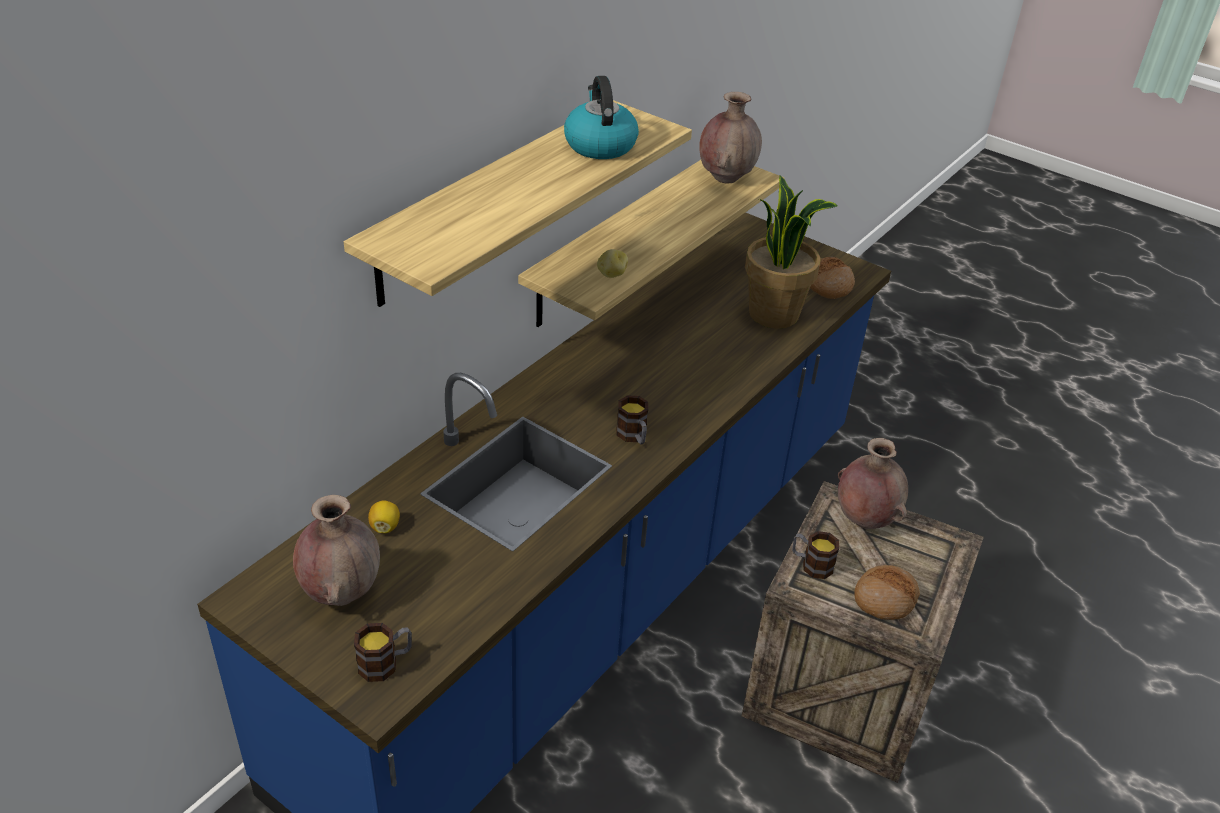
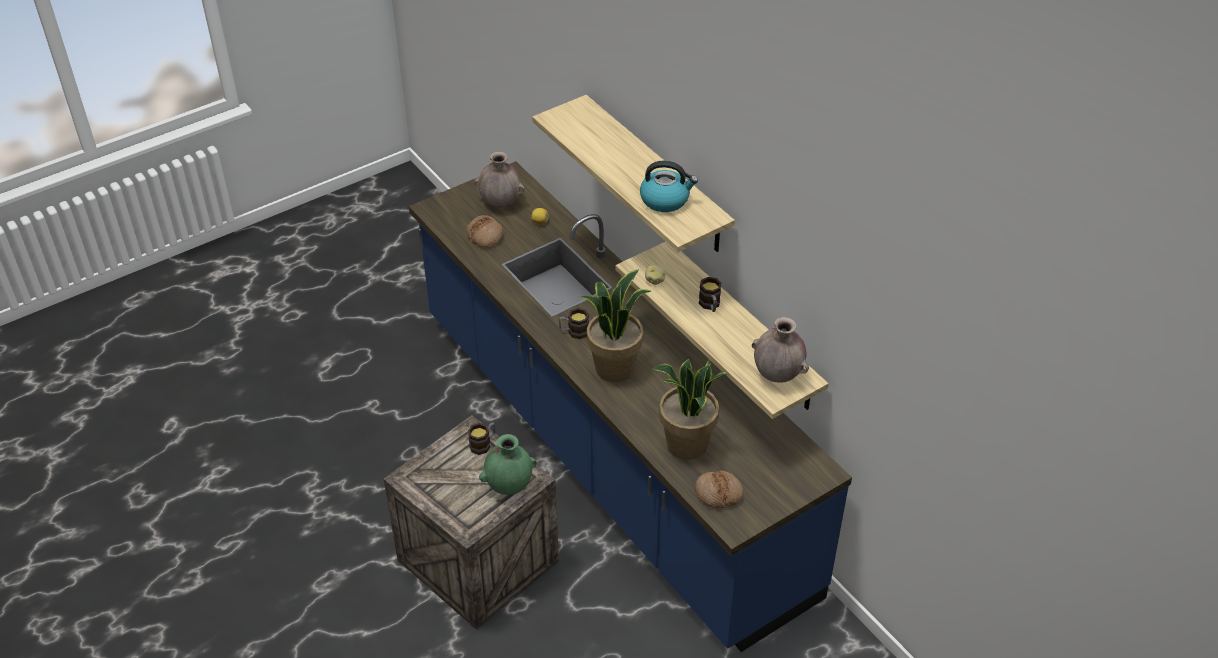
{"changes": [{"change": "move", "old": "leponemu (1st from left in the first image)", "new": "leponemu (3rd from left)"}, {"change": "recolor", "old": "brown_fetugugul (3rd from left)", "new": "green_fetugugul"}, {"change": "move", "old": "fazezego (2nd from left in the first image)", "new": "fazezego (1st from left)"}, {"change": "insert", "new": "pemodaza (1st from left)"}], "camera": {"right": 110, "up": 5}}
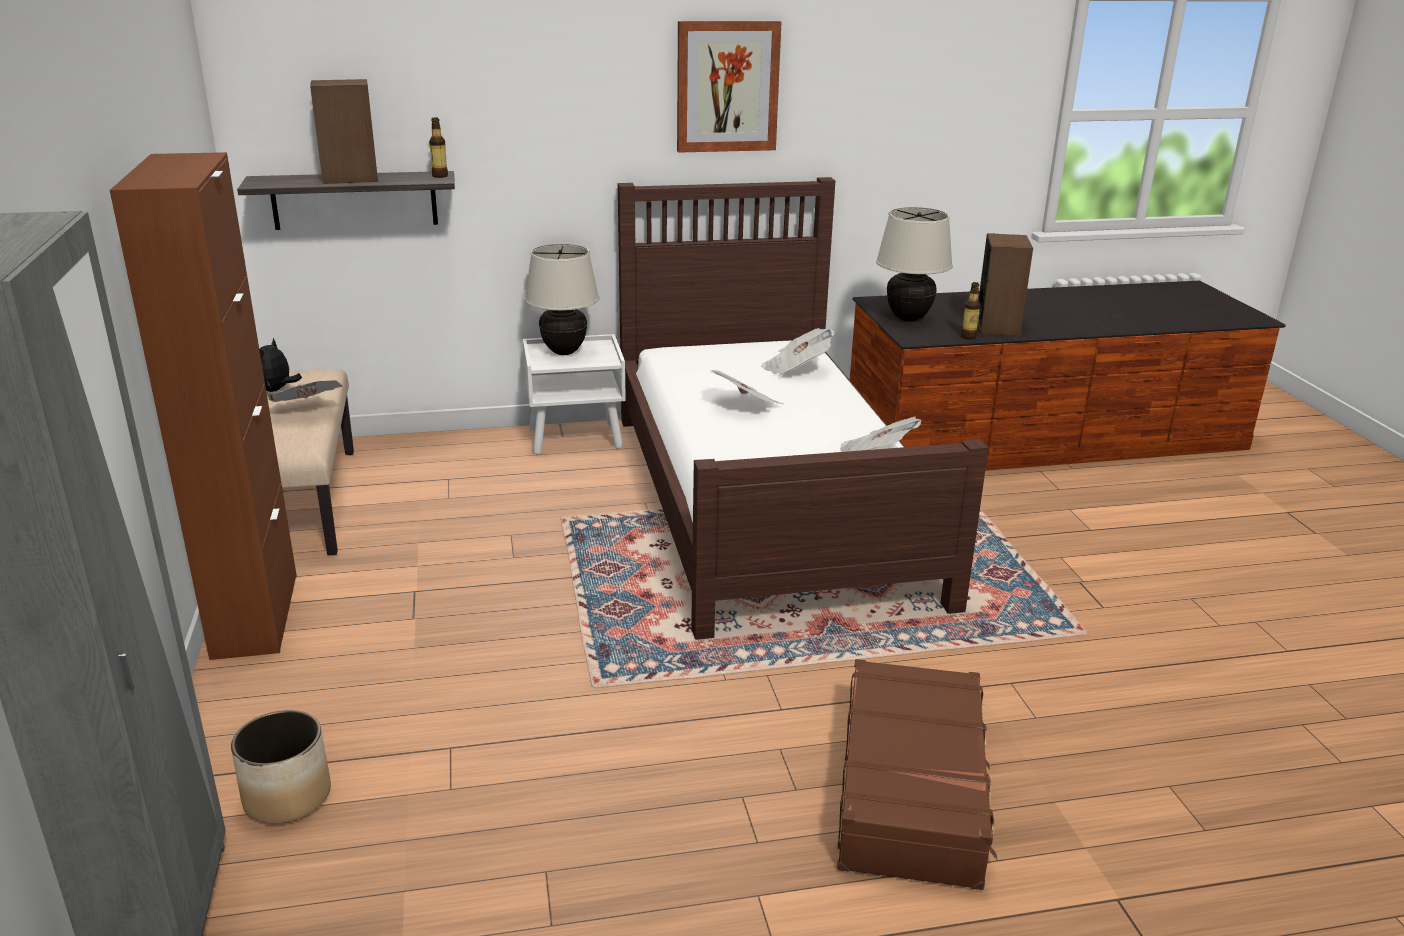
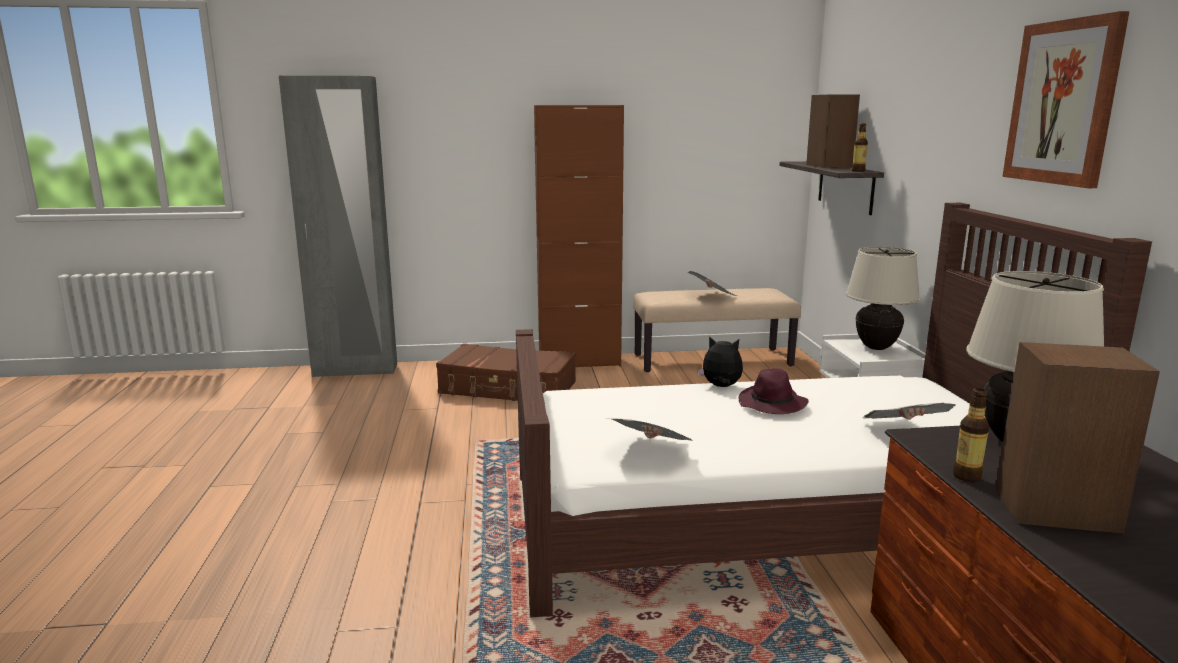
{"changes": [{"change": "delete", "old": "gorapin"}, {"change": "move", "old": "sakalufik"}, {"change": "replace", "old": "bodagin (2nd from left)", "new": "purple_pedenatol"}, {"change": "move", "old": "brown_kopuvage"}], "camera": {"right": 95, "up": -10}}
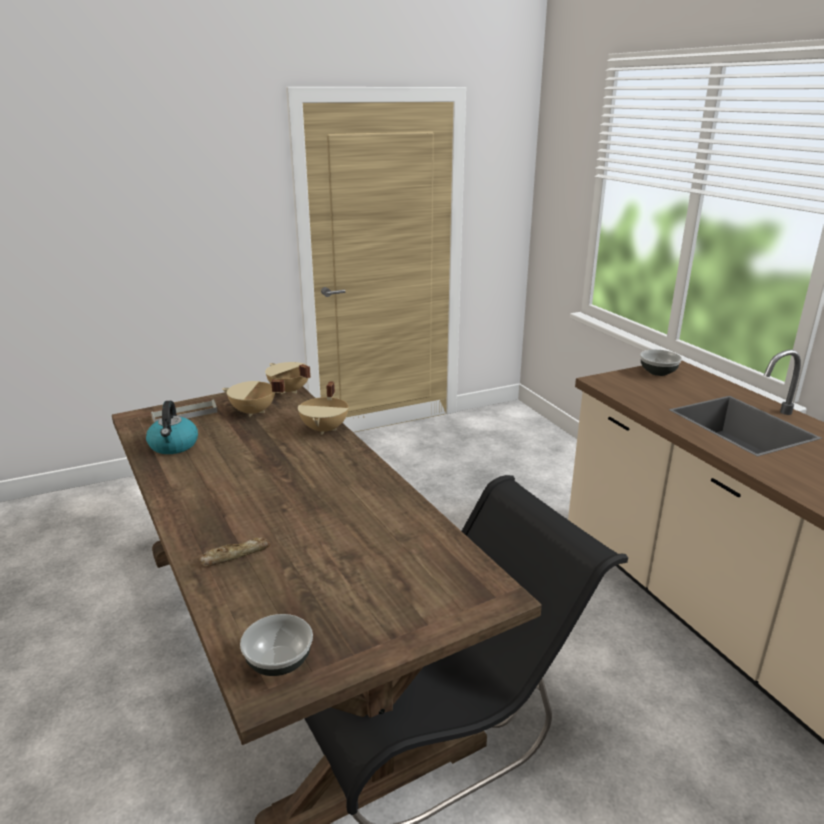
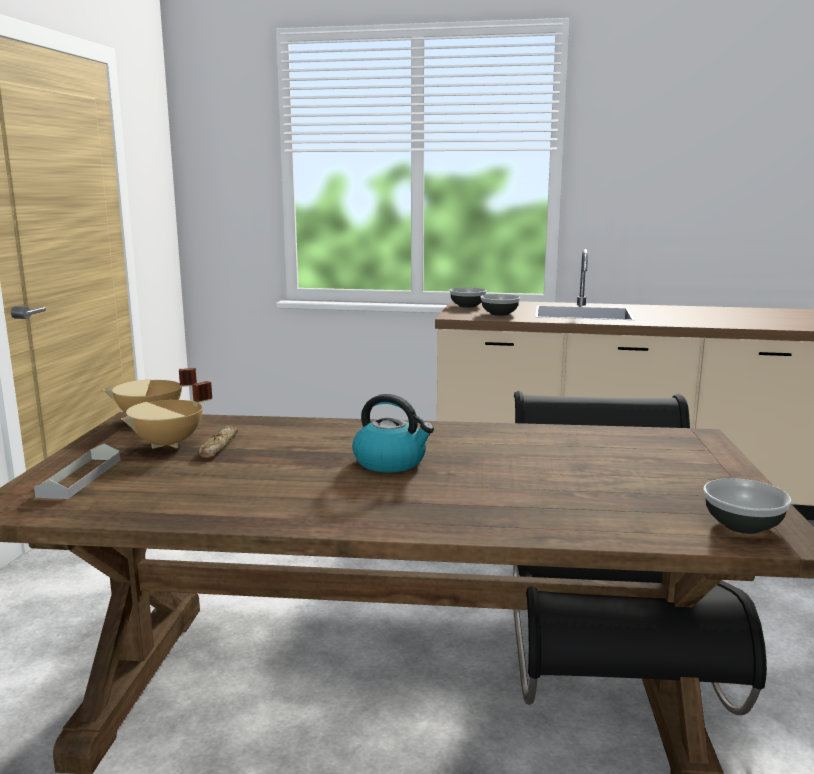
{"changes": [{"change": "move", "old": "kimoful"}, {"change": "move", "old": "fazezego"}, {"change": "delete", "old": "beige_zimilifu (3rd from left)"}, {"change": "insert", "new": "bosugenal (2nd from left)"}], "camera": {"right": -55, "up": -10}}
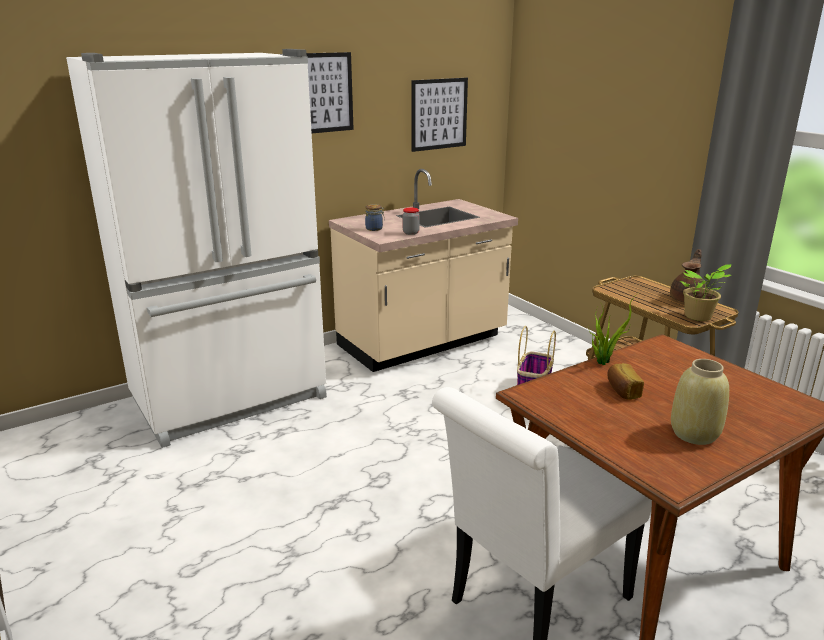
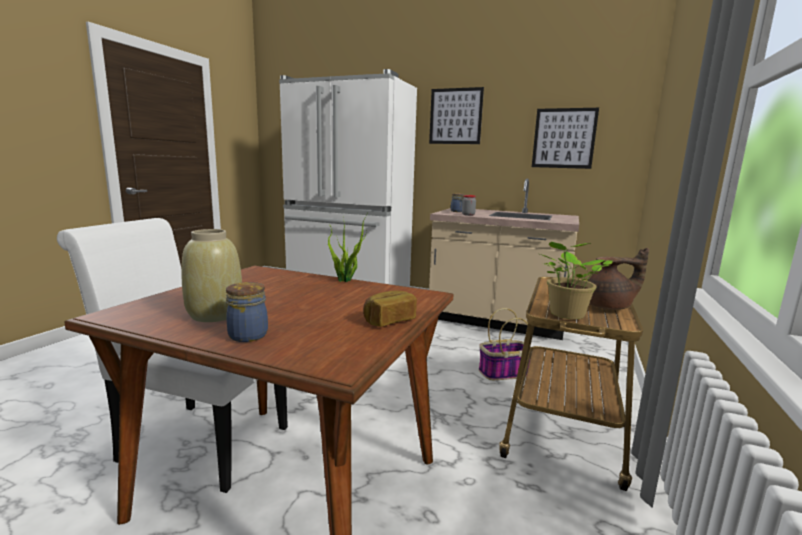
{"changes": [{"change": "move", "old": "fazezego"}, {"change": "insert", "new": "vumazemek (1st from left)"}], "camera": {"right": 55, "up": -10}}
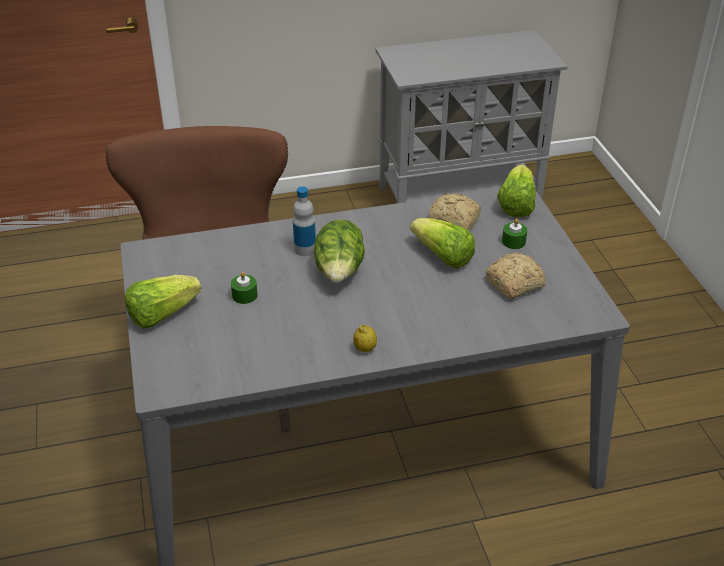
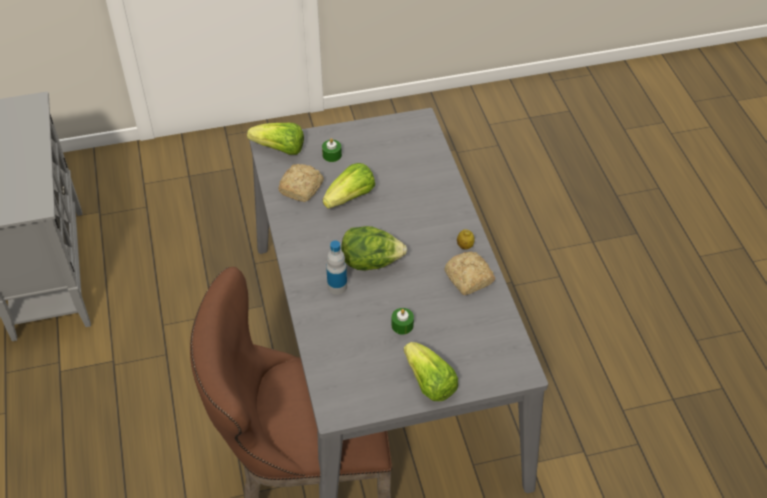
{"changes": [{"change": "move", "old": "fazezego (2nd from left)"}], "camera": {"right": -90, "up": 10}}
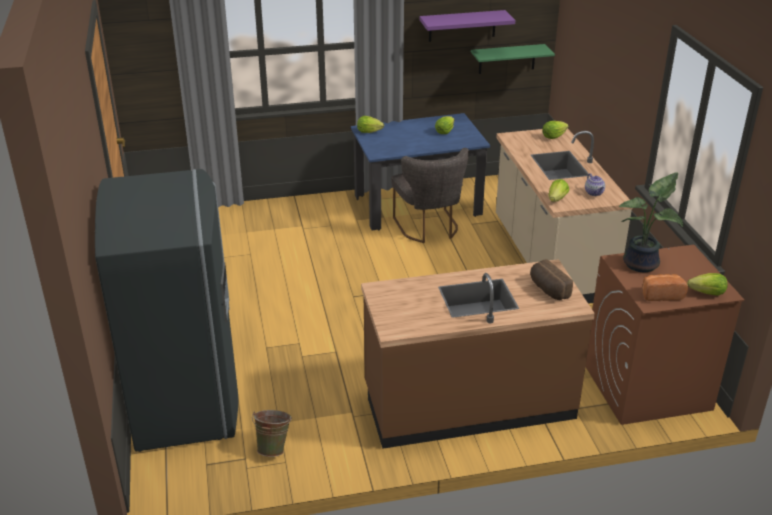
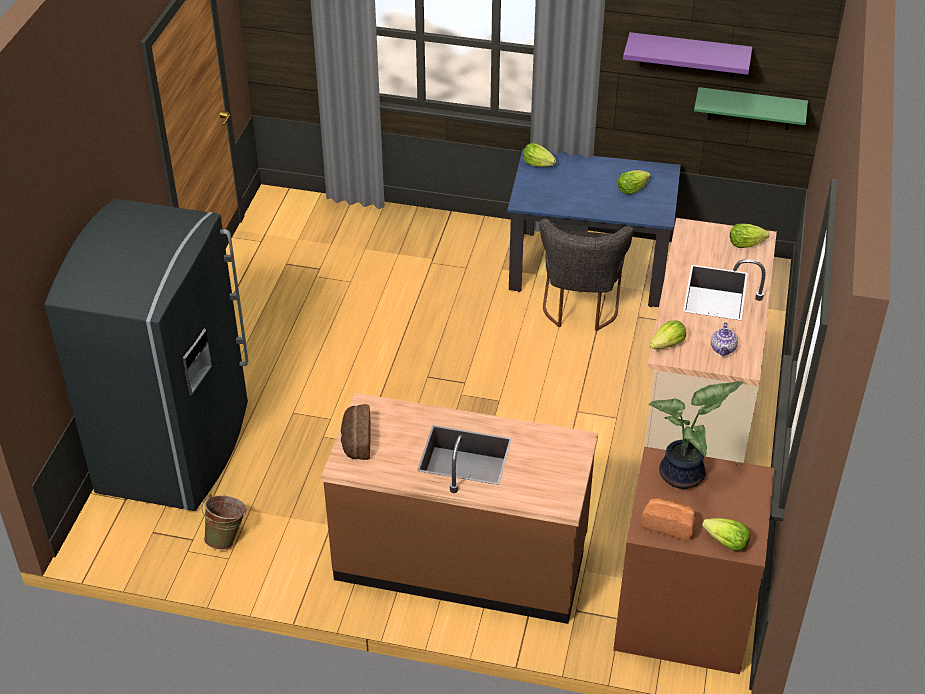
{"changes": [{"change": "move", "old": "fazezego (1st from left)"}], "camera": {"right": 25, "up": 10}}
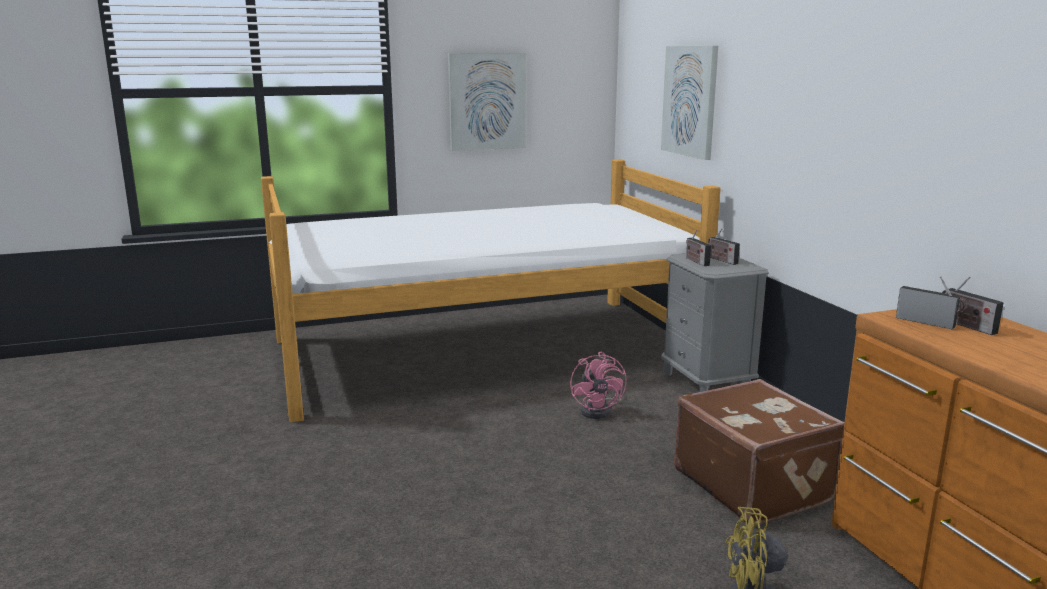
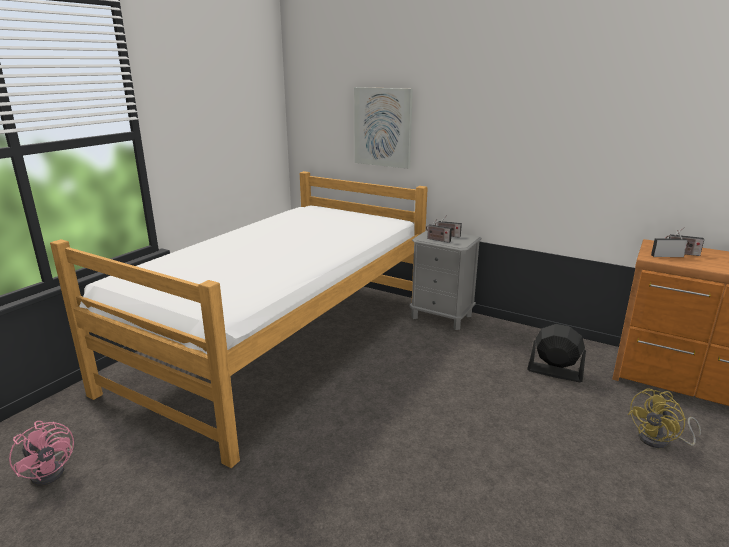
{"changes": [{"change": "delete", "old": "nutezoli (1st from left)"}, {"change": "move", "old": "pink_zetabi"}, {"change": "replace", "old": "brown_kopuvage", "new": "black_zetabi"}], "camera": {"right": -40, "up": 5}}
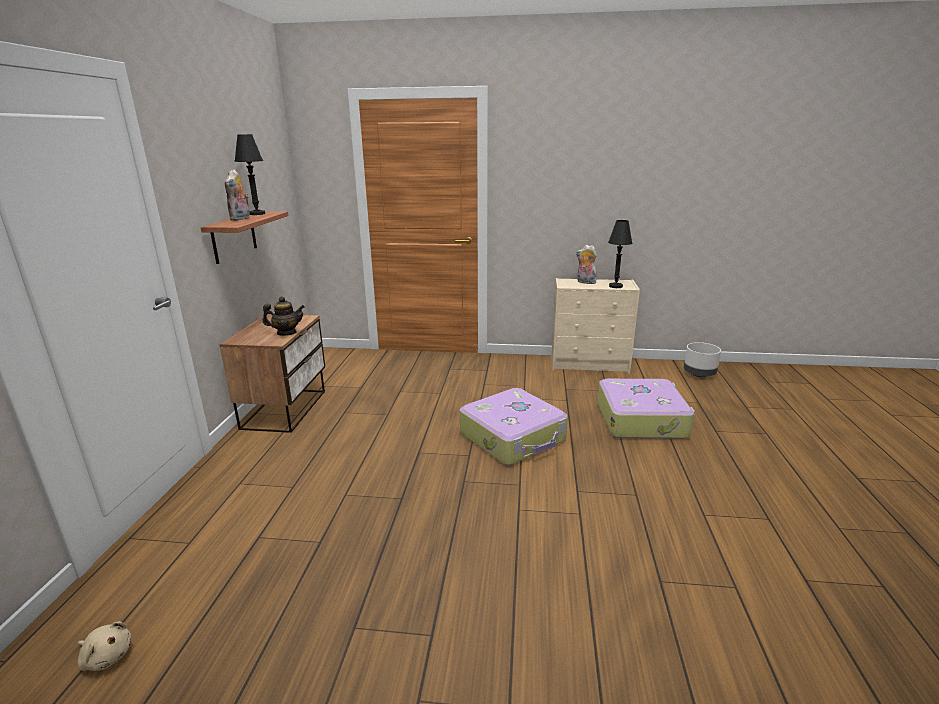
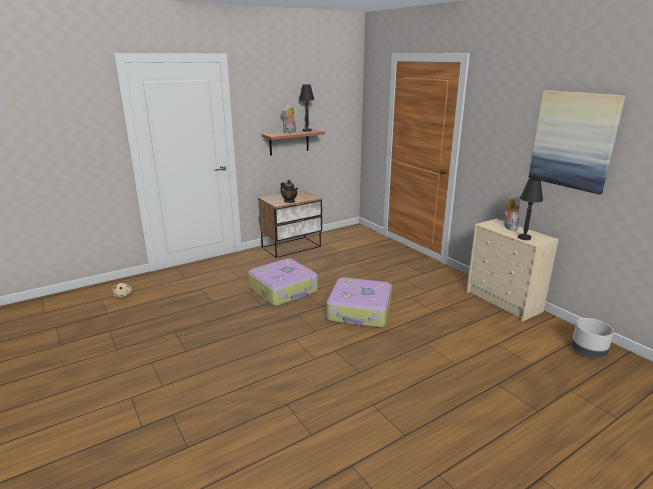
{"changes": [{"change": "move", "old": "kopuvage (2nd from left in the first image)", "new": "kopuvage (1st from left)"}, {"change": "insert", "new": "nutezoli"}], "camera": {"right": 50, "up": 0}}
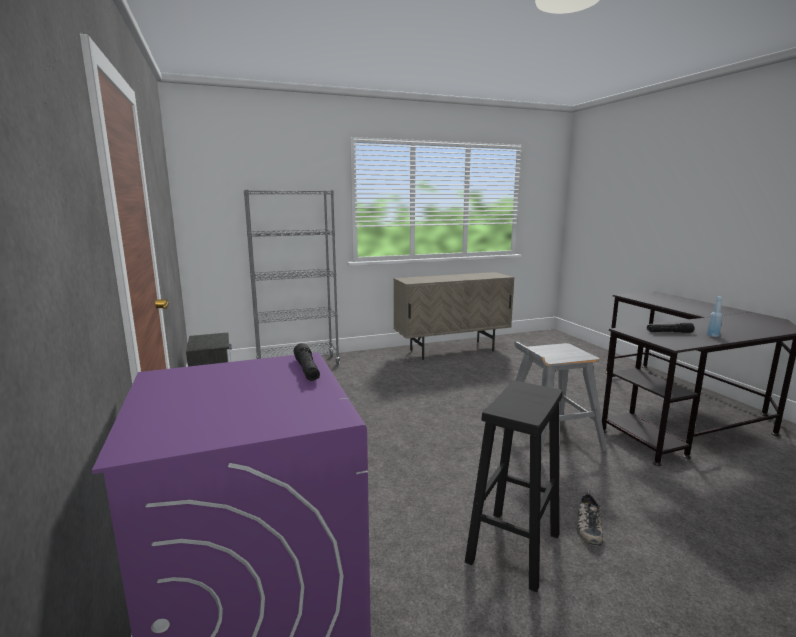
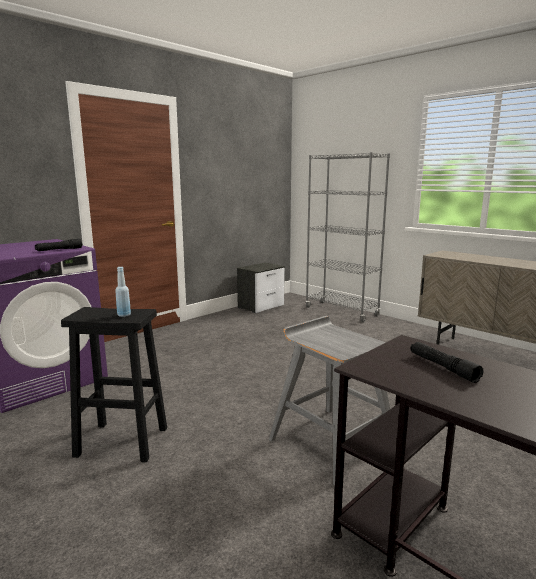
{"changes": [{"change": "delete", "old": "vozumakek"}, {"change": "move", "old": "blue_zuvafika"}], "camera": {"right": 65, "up": 0}}
